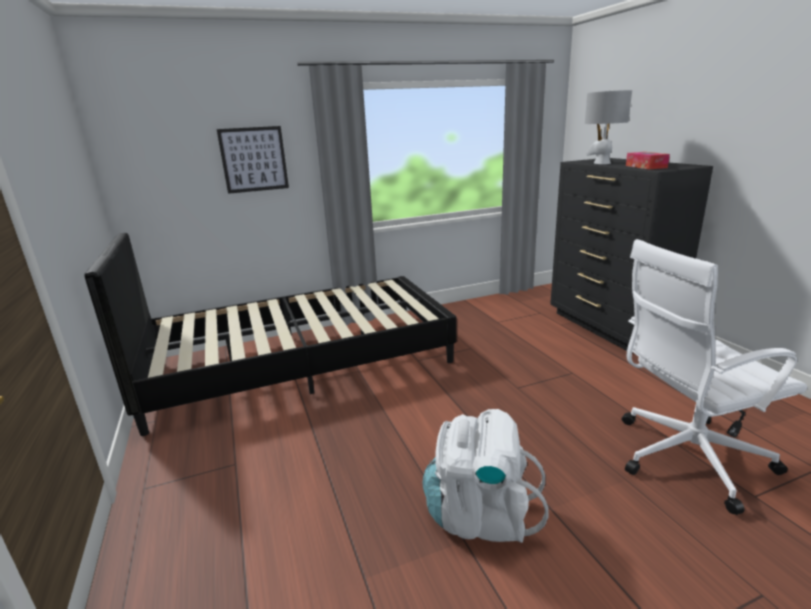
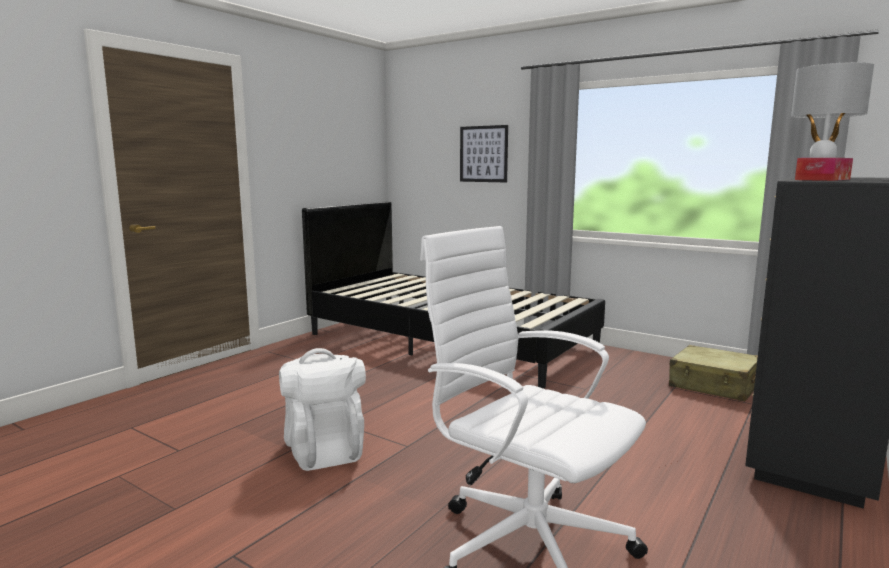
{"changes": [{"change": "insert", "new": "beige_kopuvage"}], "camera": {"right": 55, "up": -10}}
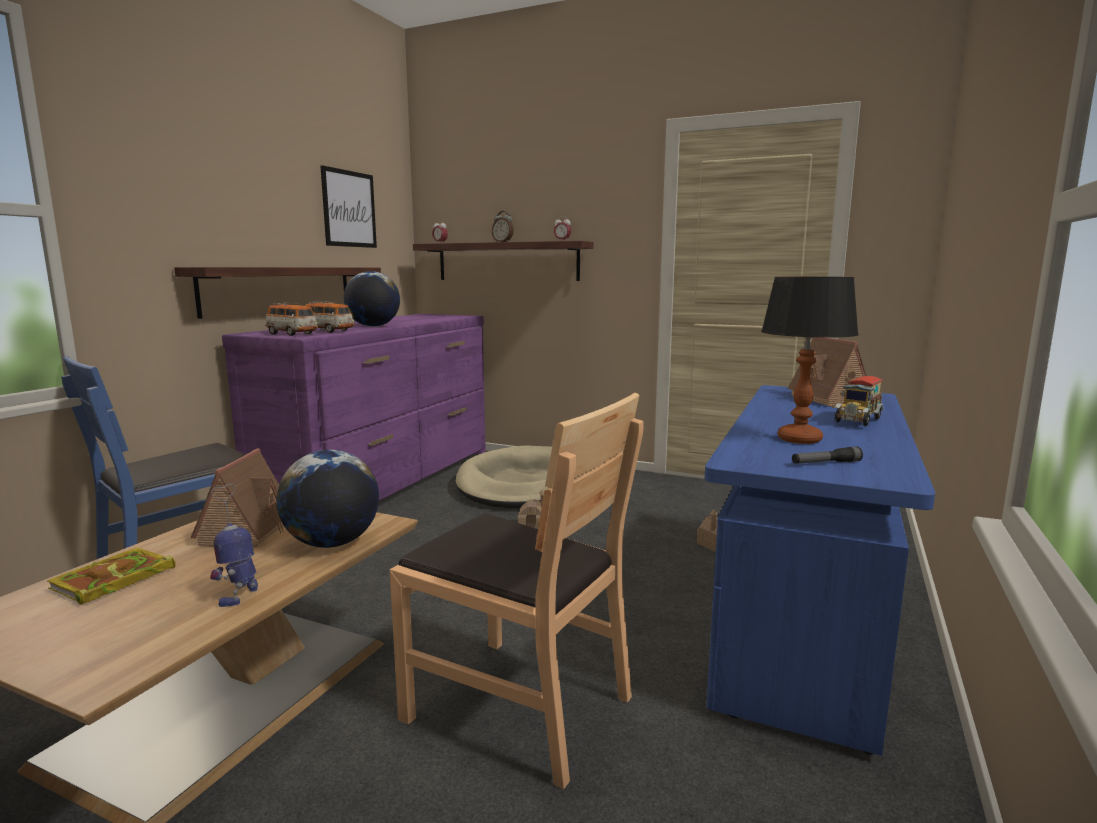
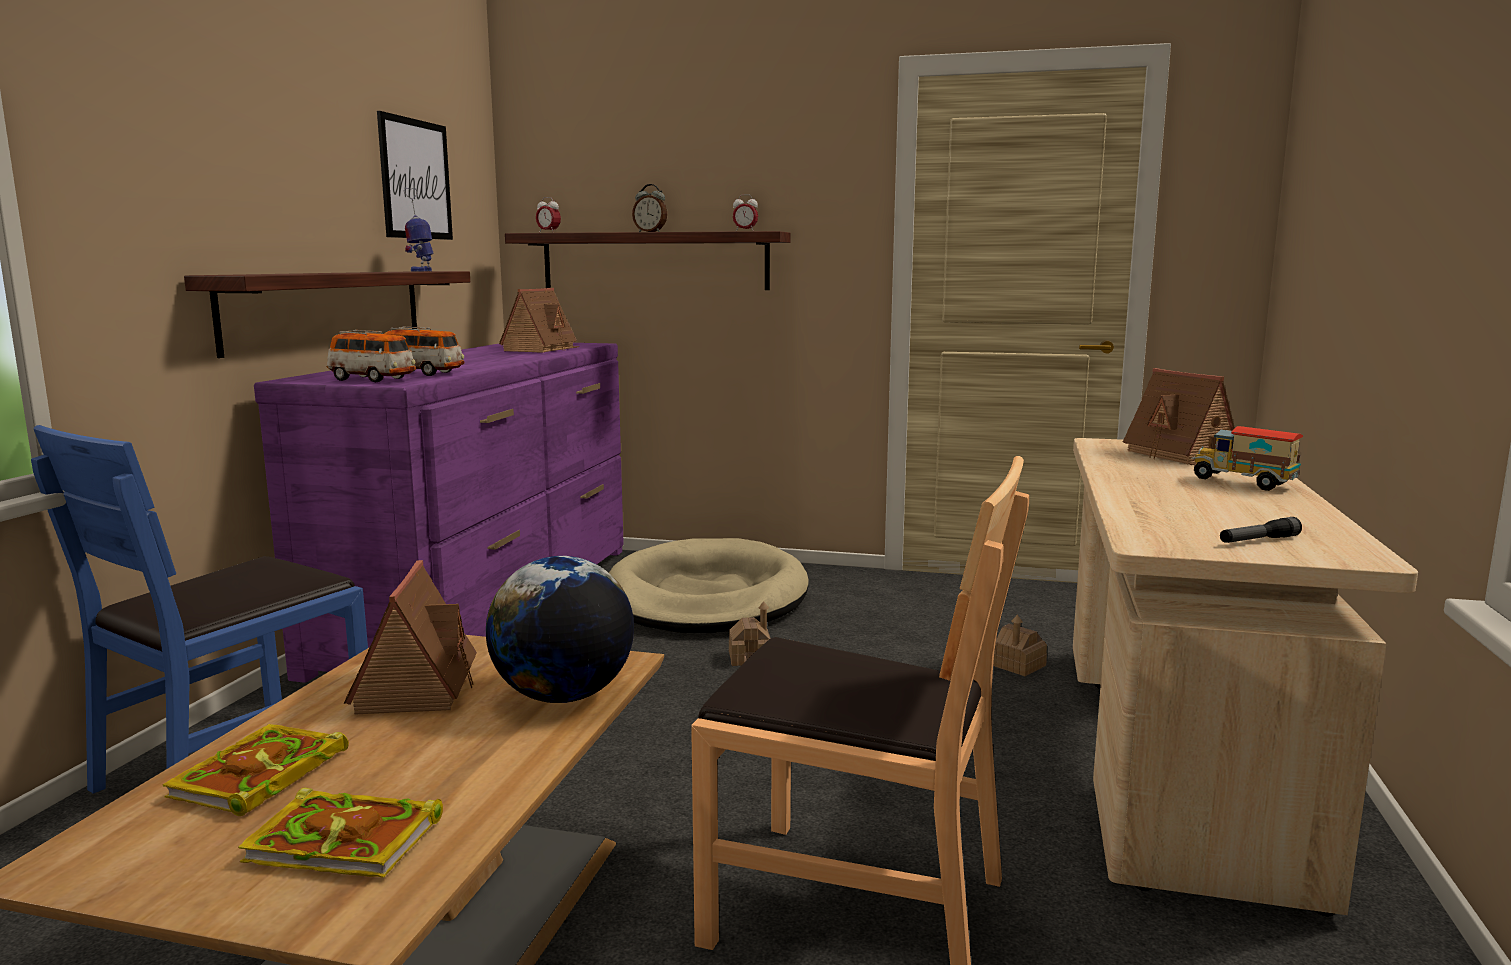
{"changes": [{"change": "move", "old": "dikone"}, {"change": "delete", "old": "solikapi (2nd from left)"}, {"change": "recolor", "old": "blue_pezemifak", "new": "beige_pezemifak"}, {"change": "delete", "old": "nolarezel"}, {"change": "rotate", "old": "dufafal", "degrees": 105}, {"change": "insert", "new": "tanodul (2nd from left)"}, {"change": "insert", "new": "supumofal (2nd from left)"}], "camera": {"right": -10, "up": 0}}
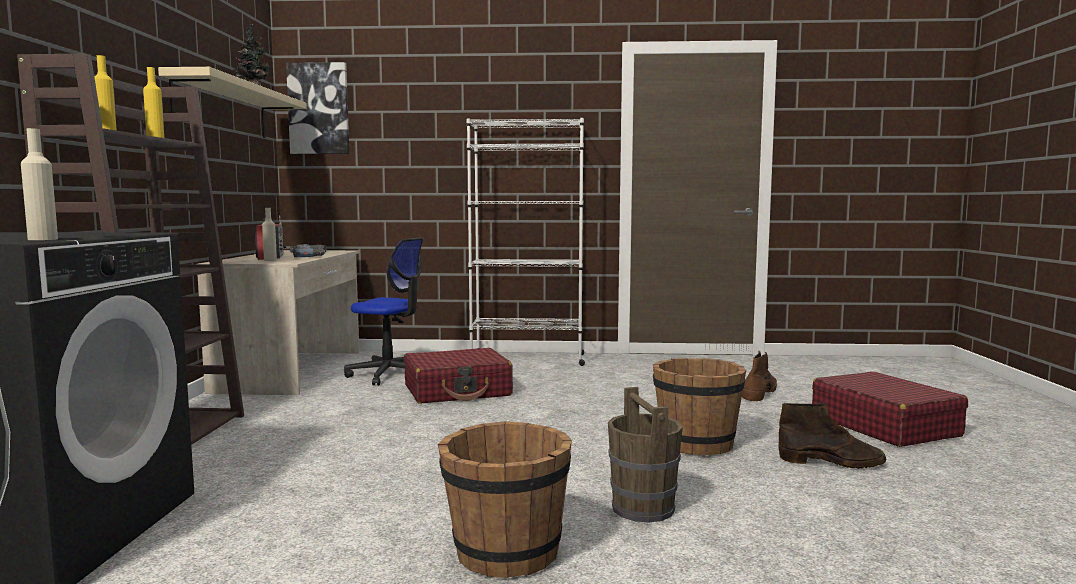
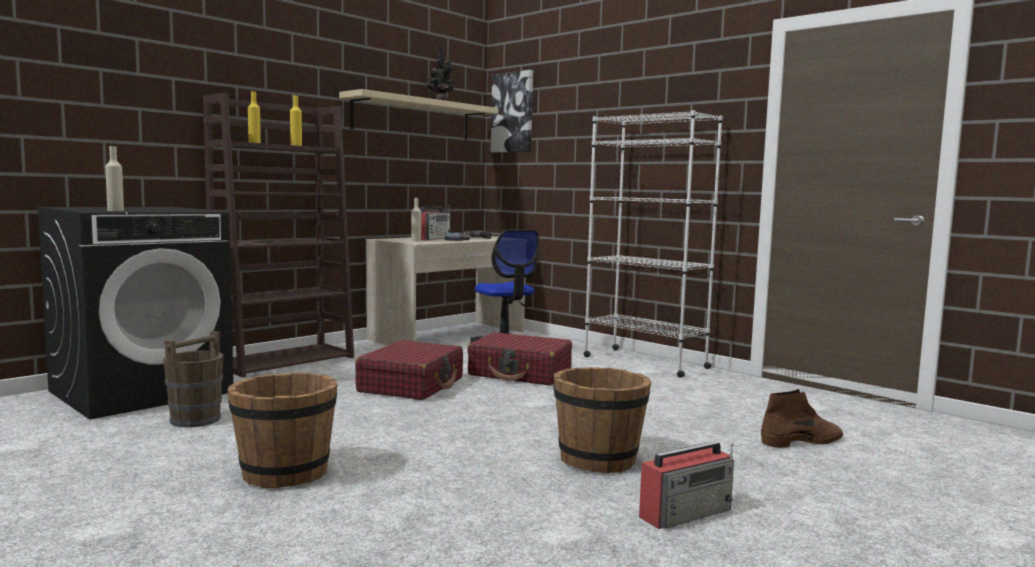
{"changes": [{"change": "move", "old": "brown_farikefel (2nd from left in the first image)", "new": "brown_farikefel (1st from left)"}, {"change": "replace", "old": "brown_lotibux (2nd from left)", "new": "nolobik (2nd from left)"}, {"change": "move", "old": "red_kopuvage (2nd from left in the first image)", "new": "red_kopuvage (1st from left)"}], "camera": {"right": 40, "up": 0}}
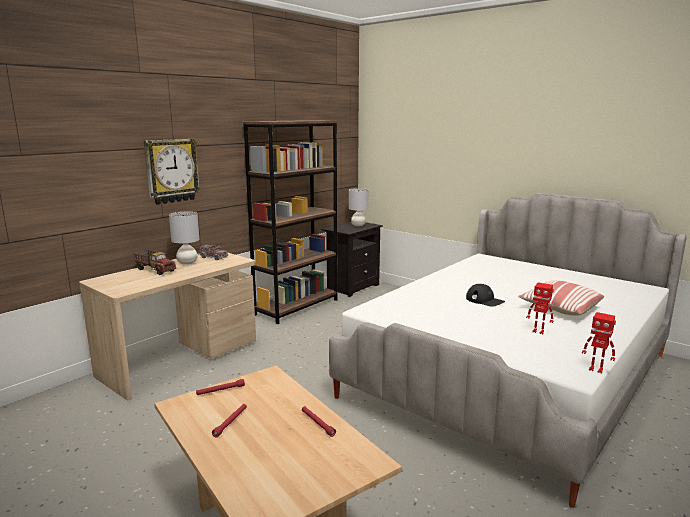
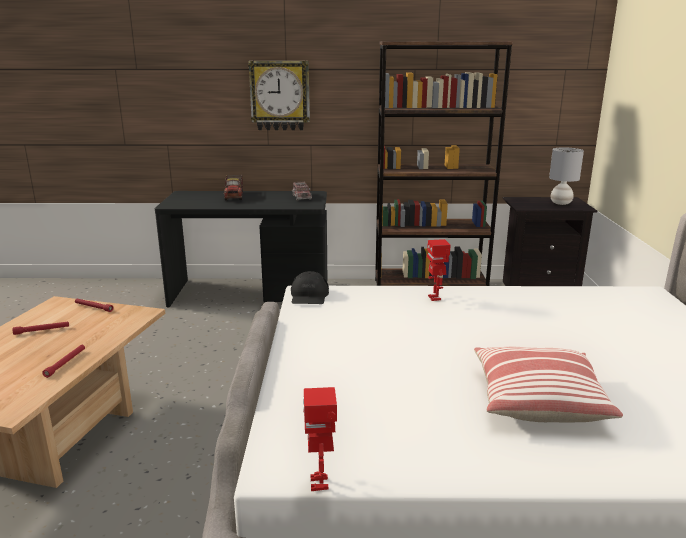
{"changes": [{"change": "recolor", "old": "beige_pezemifak", "new": "black_pezemifak"}, {"change": "delete", "old": "grey_nolarezel (1st from left)"}, {"change": "move", "old": "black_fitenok"}, {"change": "move", "old": "dikone (1st from left in the first image)", "new": "dikone (2nd from left)"}], "camera": {"right": 50, "up": 5}}
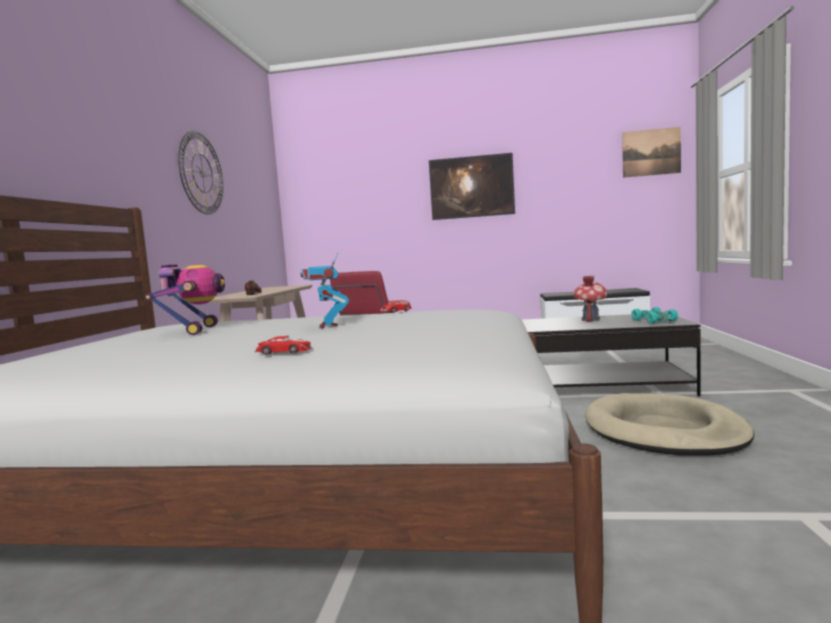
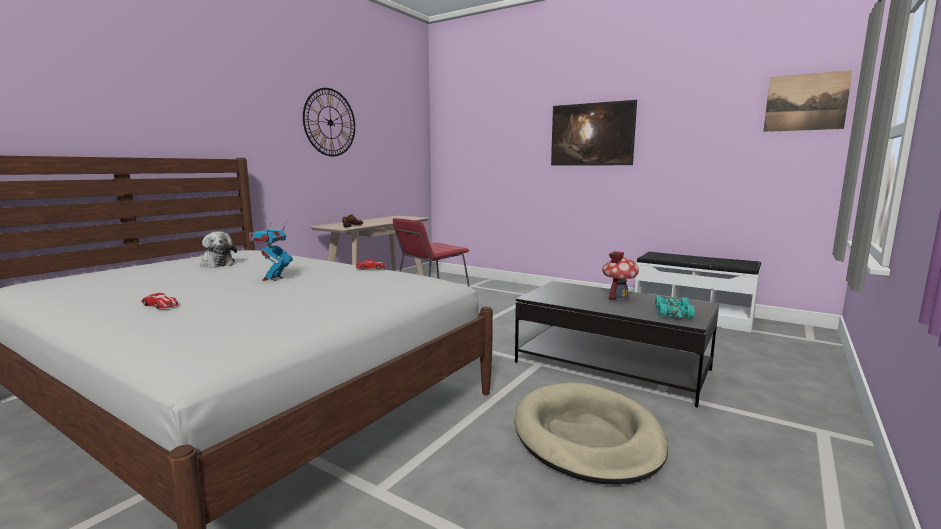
{"changes": [{"change": "replace", "old": "dikone (1st from left)", "new": "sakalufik"}], "camera": {"right": 25, "up": 5}}
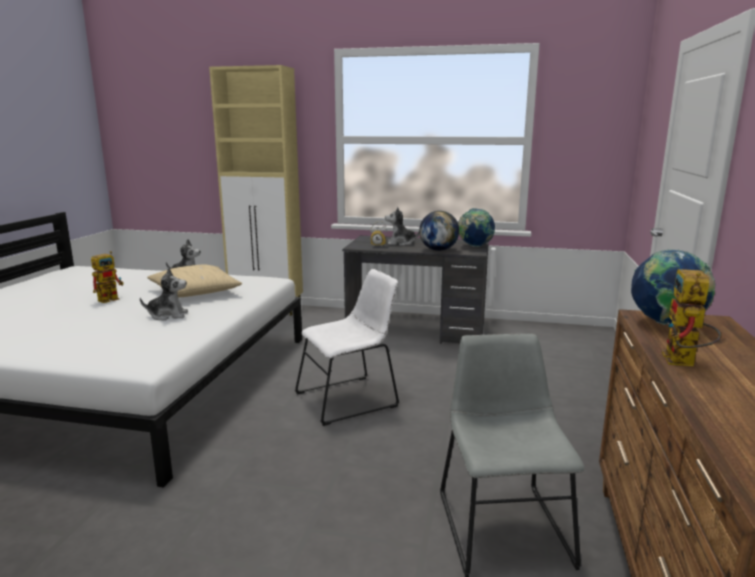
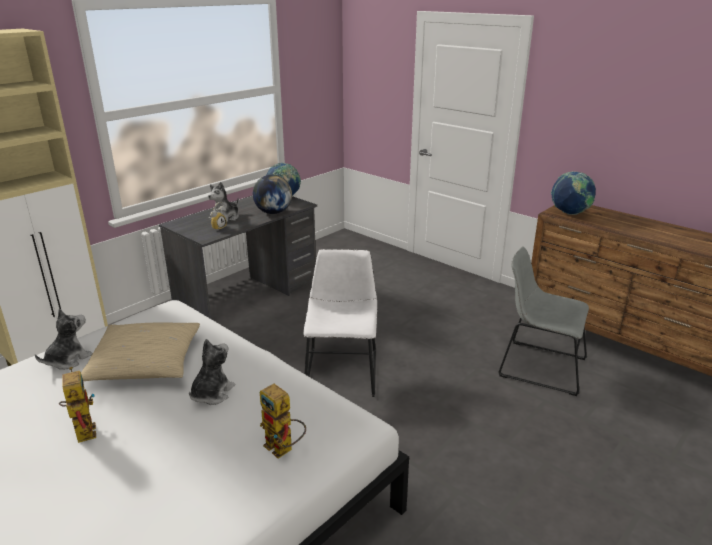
{"changes": [{"change": "move", "old": "dikone (2nd from left)"}], "camera": {"right": -60, "up": 10}}
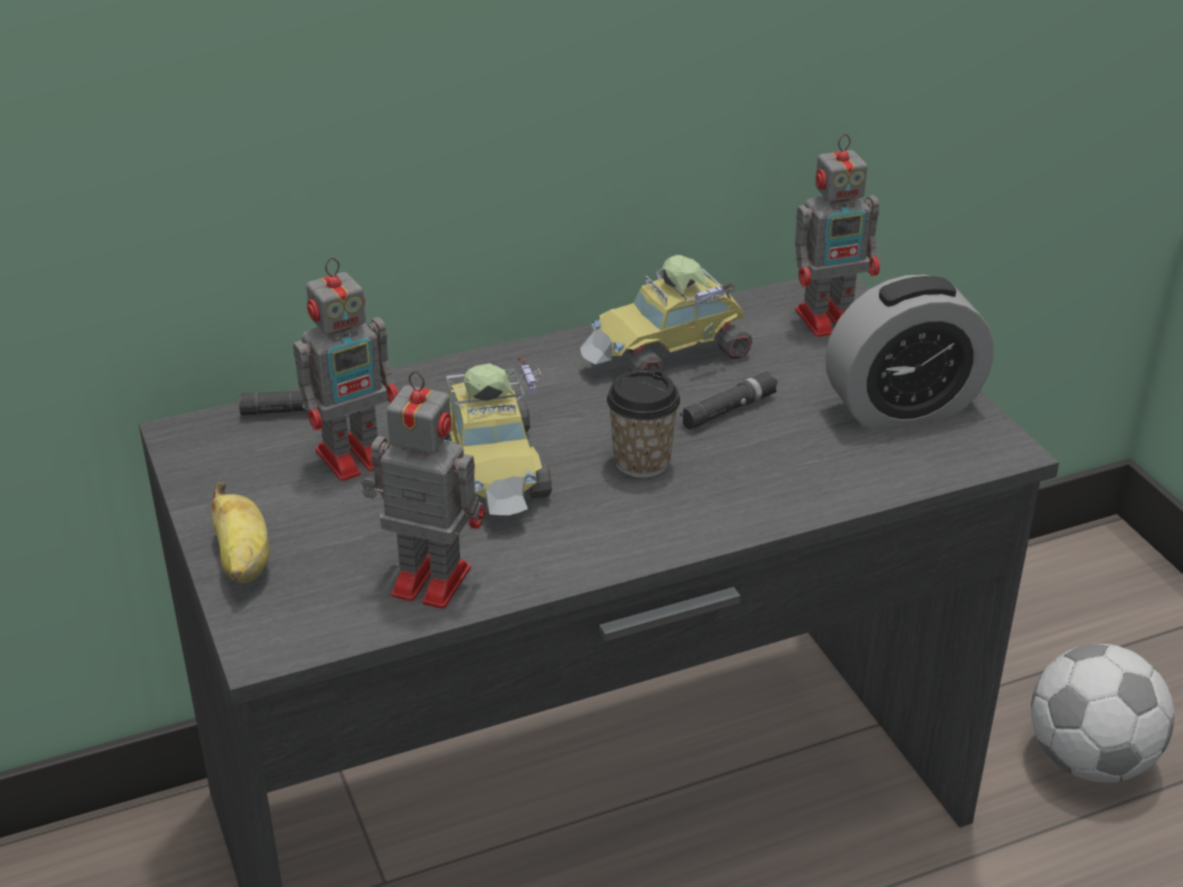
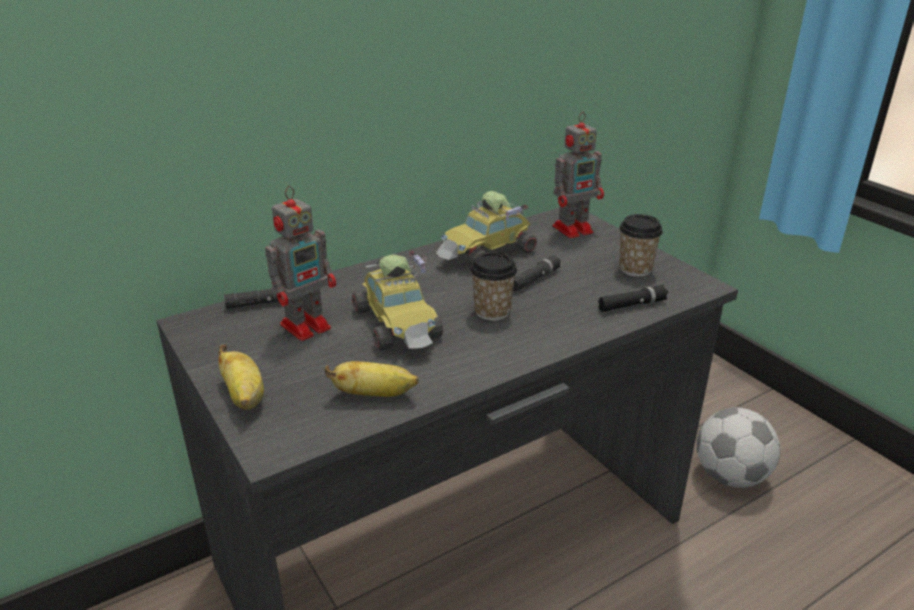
{"changes": [{"change": "replace", "old": "dikone (2nd from left)", "new": "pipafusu (2nd from left)"}, {"change": "replace", "old": "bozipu", "new": "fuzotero (2nd from left)"}, {"change": "insert", "new": "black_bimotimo (3rd from left)"}], "camera": {"right": -10, "up": -5}}
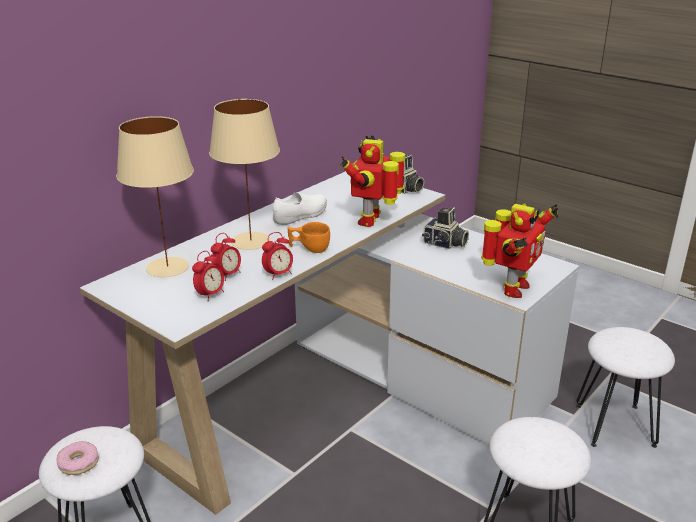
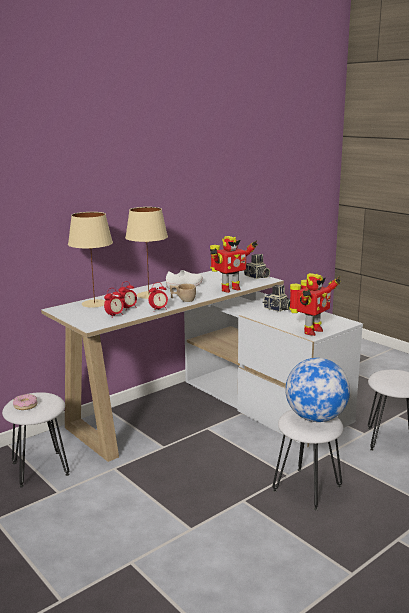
{"changes": [{"change": "recolor", "old": "orange_fuzotero", "new": "beige_fuzotero"}, {"change": "rotate", "old": "dikone (1st from left)", "degrees": -150}, {"change": "insert", "new": "solikapi"}], "camera": {"right": 10, "up": -10}}
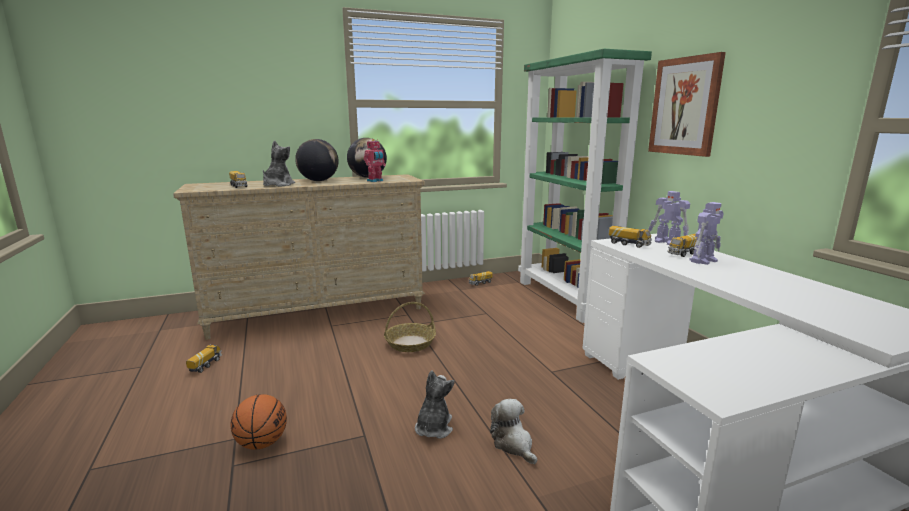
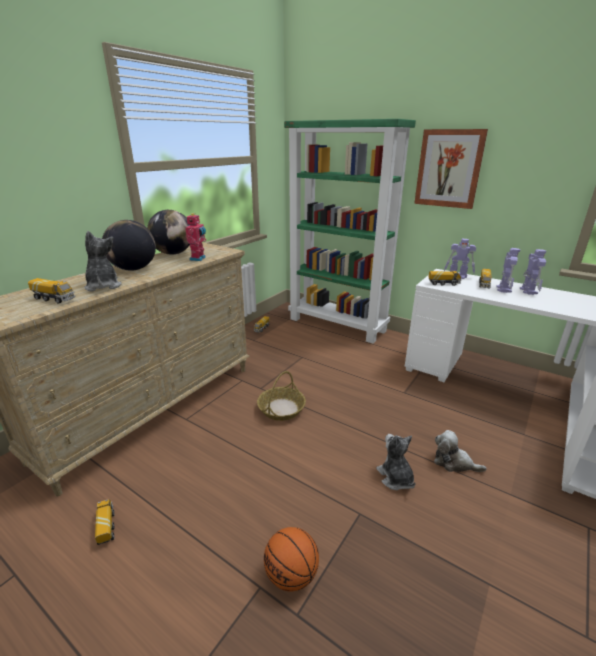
{"changes": [{"change": "insert", "new": "dikone (4th from left)"}], "camera": {"right": -35, "up": 10}}
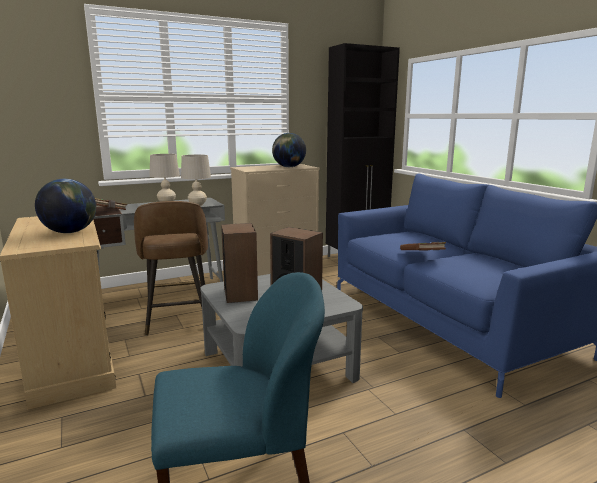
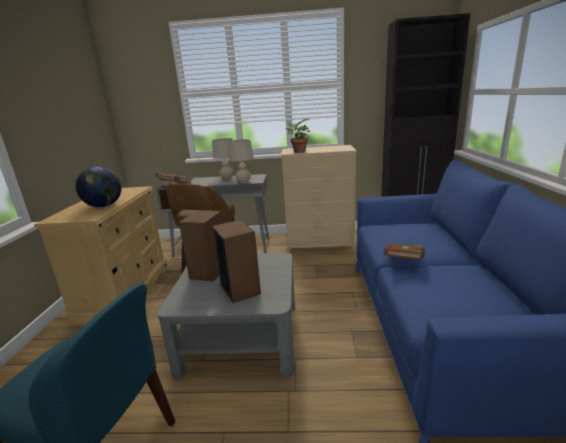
{"changes": [{"change": "delete", "old": "solikapi (2nd from left)"}, {"change": "insert", "new": "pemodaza"}], "camera": {"right": 30, "up": 5}}
